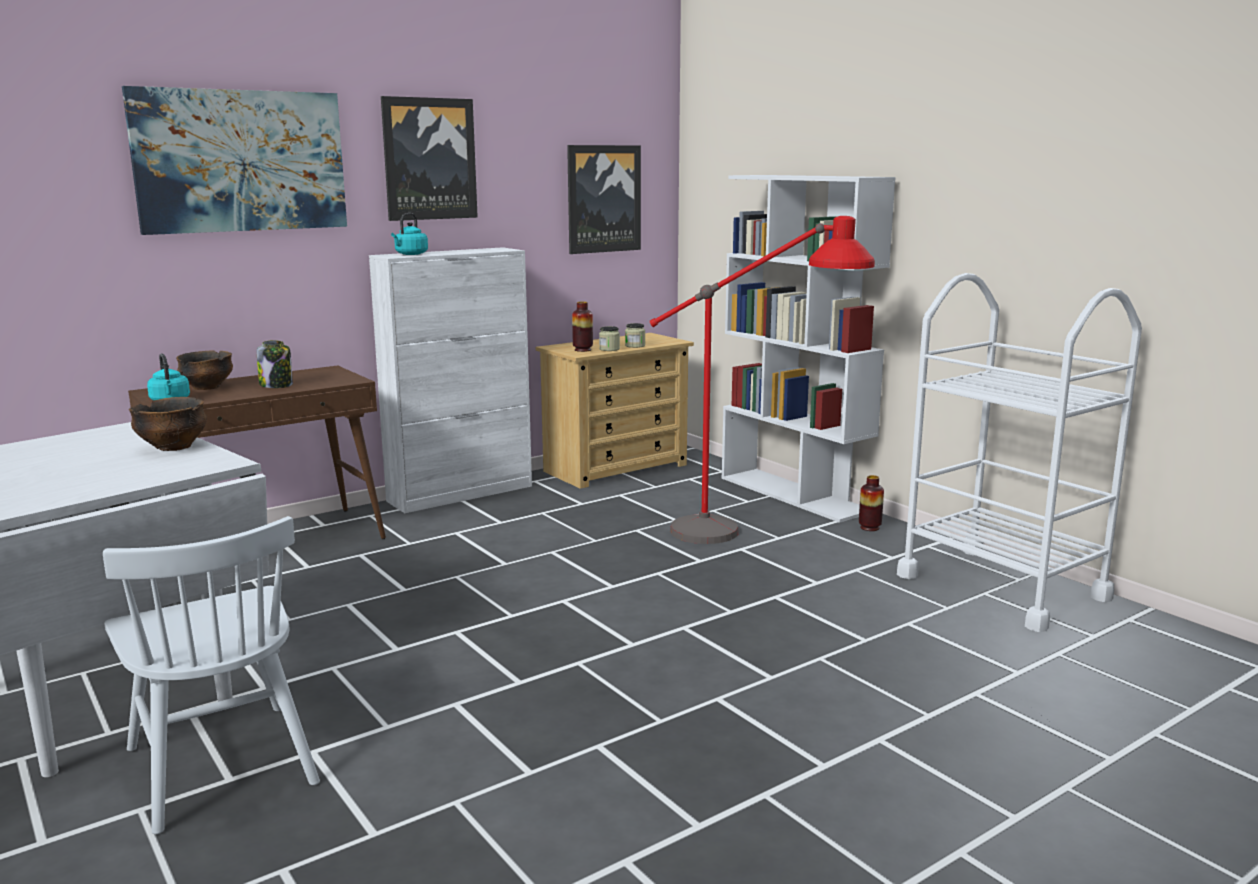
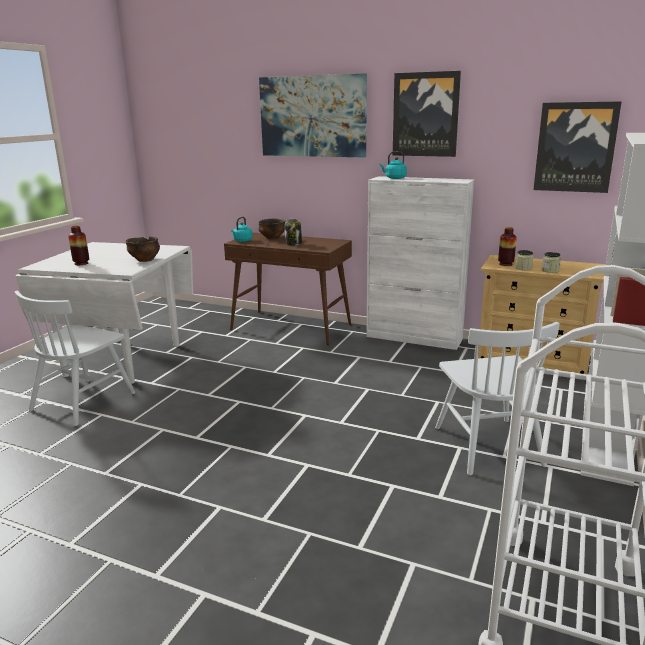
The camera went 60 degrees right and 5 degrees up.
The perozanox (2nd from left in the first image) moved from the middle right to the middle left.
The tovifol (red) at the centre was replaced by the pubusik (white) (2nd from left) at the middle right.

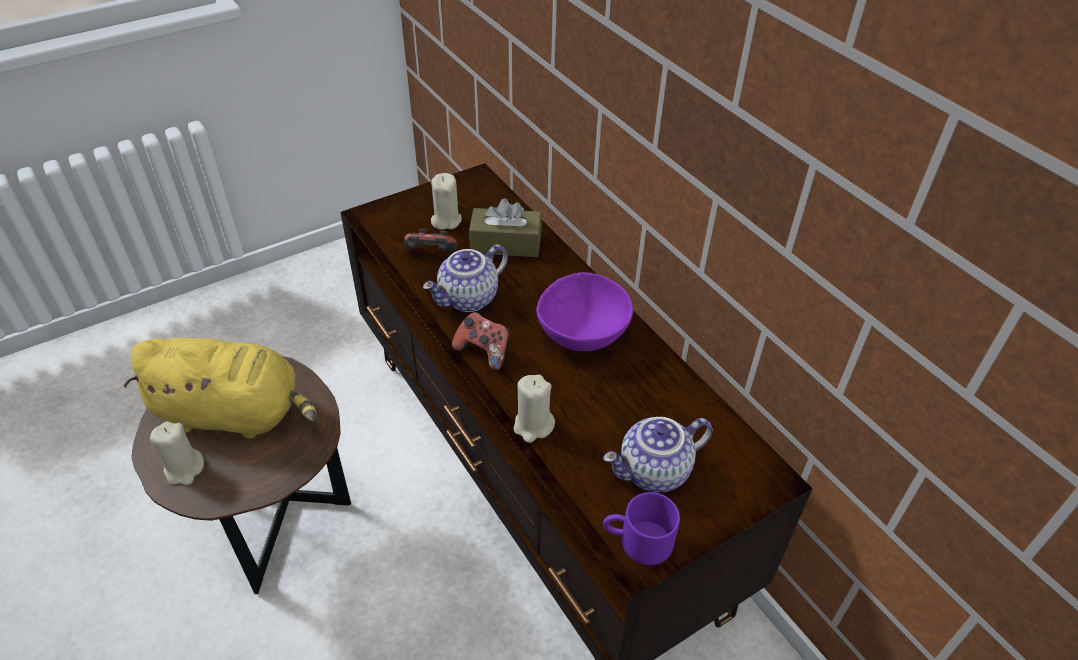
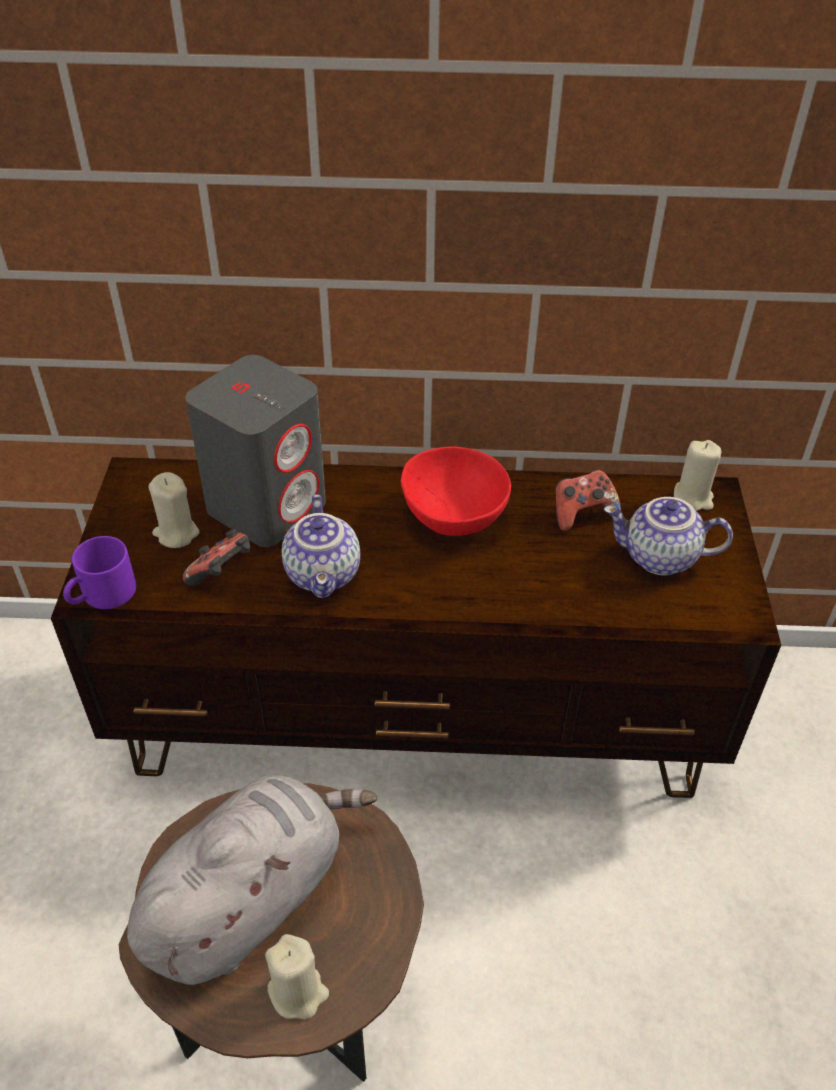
The camera went 55 degrees left and 0 degrees up.
The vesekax (2nd from left) moved from the centre to the middle right.
The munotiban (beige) (3rd from left) moved from the centre to the middle right.
The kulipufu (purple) moved from the bottom centre to the middle left.
The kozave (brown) at the centre was replaced by the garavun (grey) at the middle left.
The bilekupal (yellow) at the middle left became the bilekupal (grey) at the bottom left.
The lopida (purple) at the centre became the lopida (red) at the centre.
The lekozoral (2nd from left) at the bottom centre turned 90 degrees clockwise.

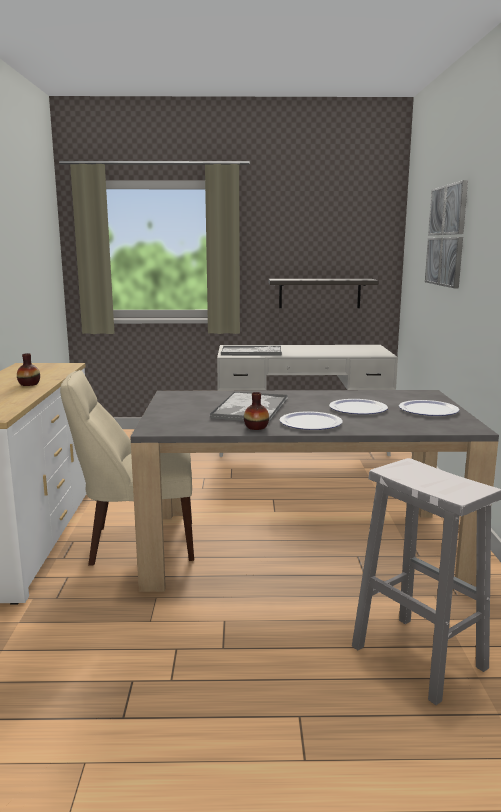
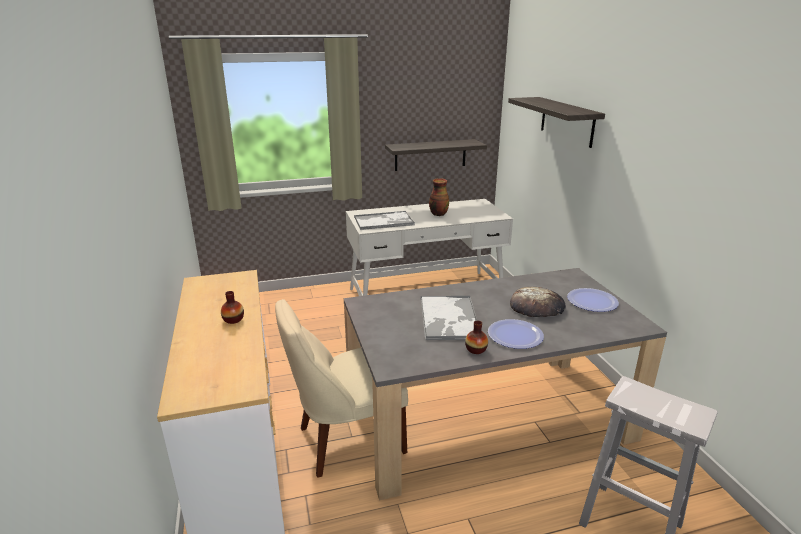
The camera went 15 degrees left and 10 degrees up.
The perozanox (2nd from left) at the centre appeared.
The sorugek (2nd from left) at the middle right was replaced by the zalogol at the middle right.
The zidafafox at the top right was replaced by the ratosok (2nd from left) at the top right.

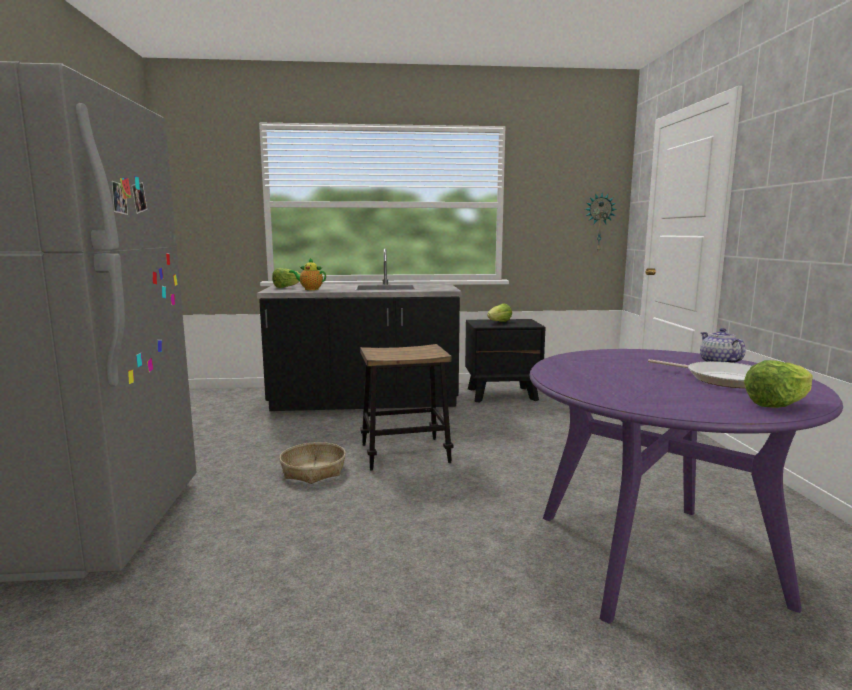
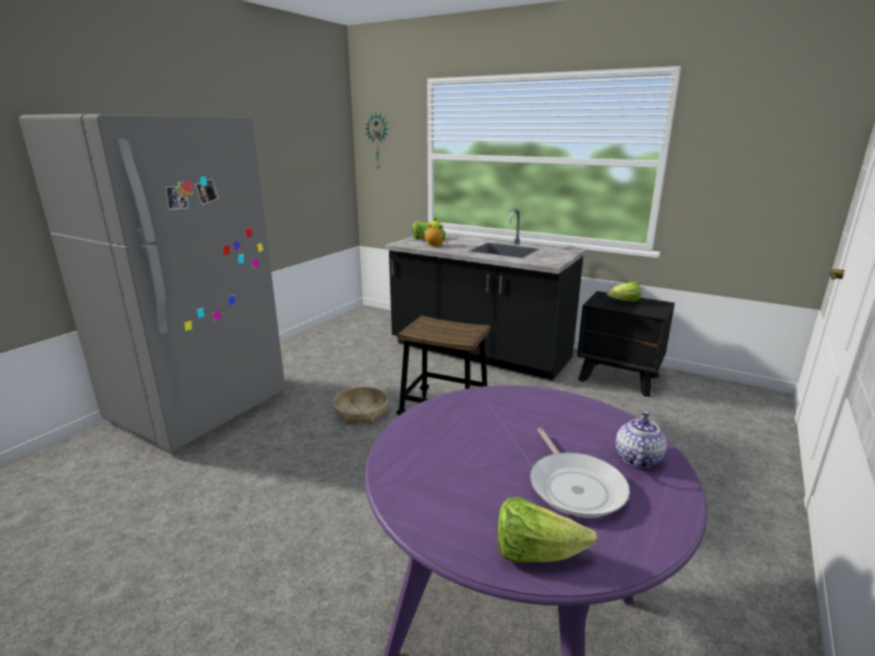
The camera went 35 degrees right and 10 degrees up.
The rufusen moved from the top right to the top centre.

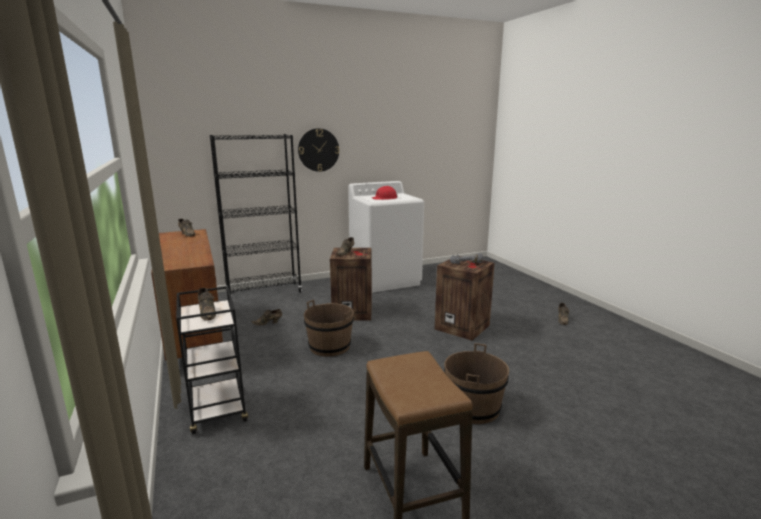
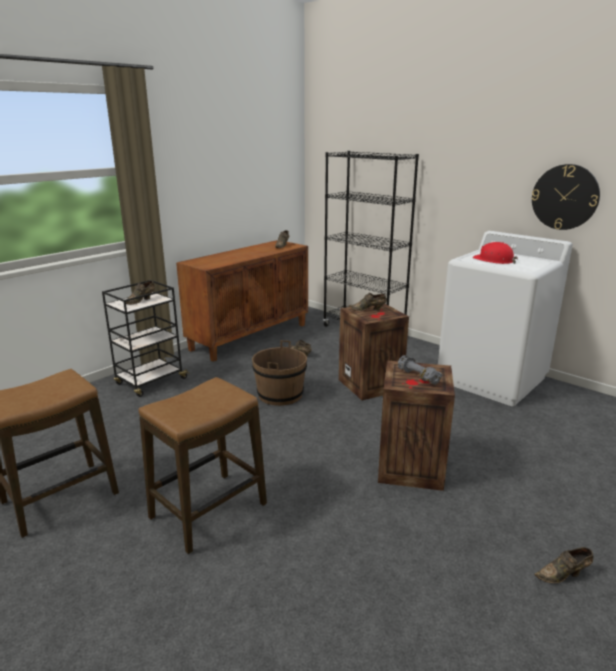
The camera went 65 degrees right and 5 degrees up.
The rufusen moved from the top centre to the top right.
The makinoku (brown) (2nd from left) at the bottom centre was replaced by the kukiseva (2nd from left) at the bottom left.

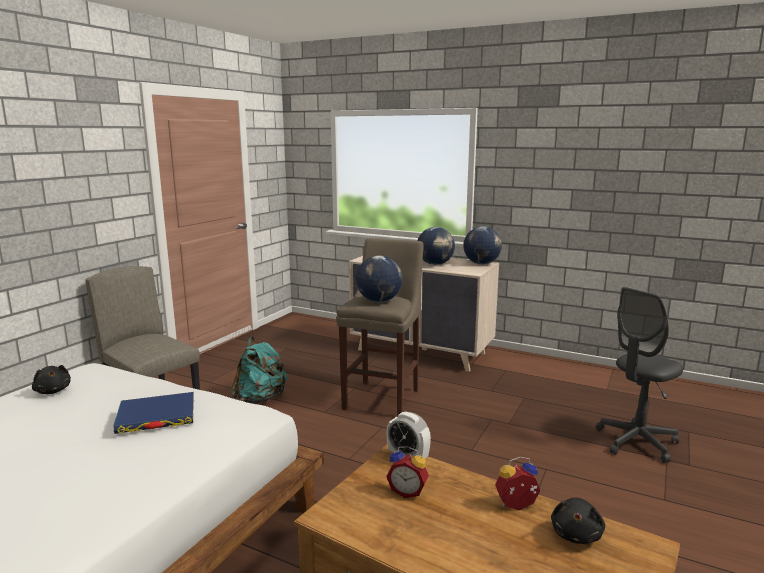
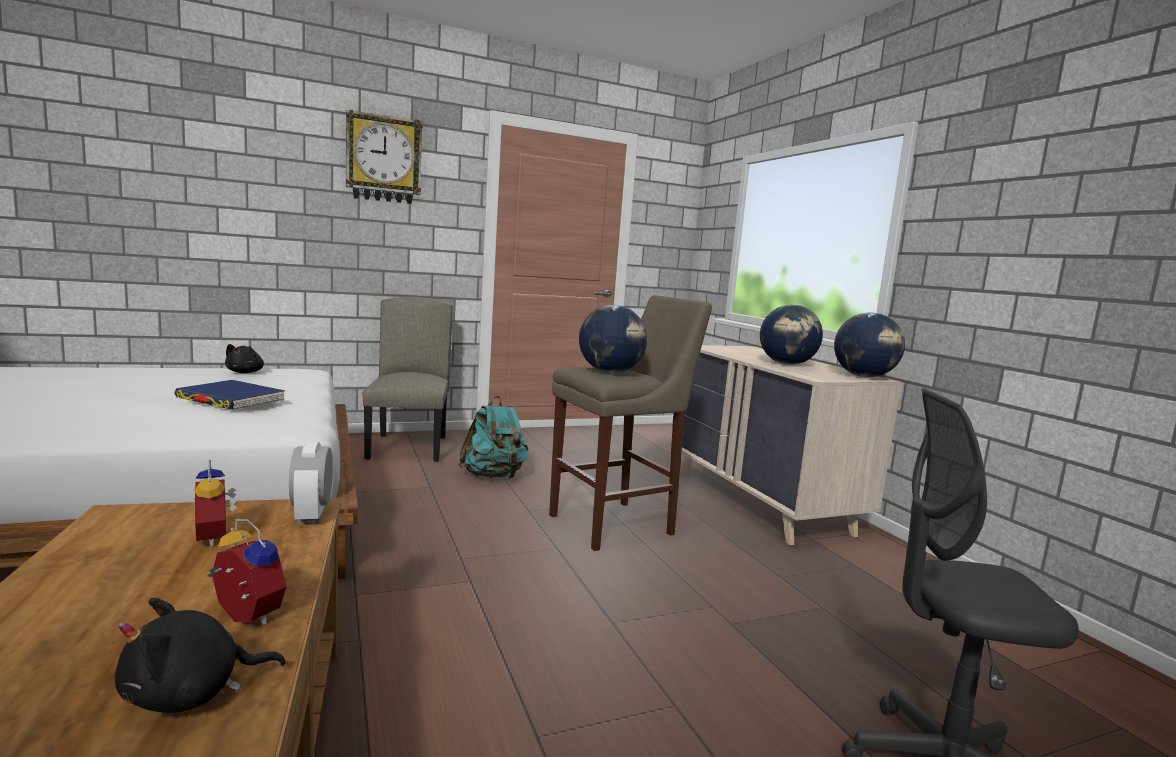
The camera went 40 degrees right and 5 degrees down.
The rufusen at the top left appeared.

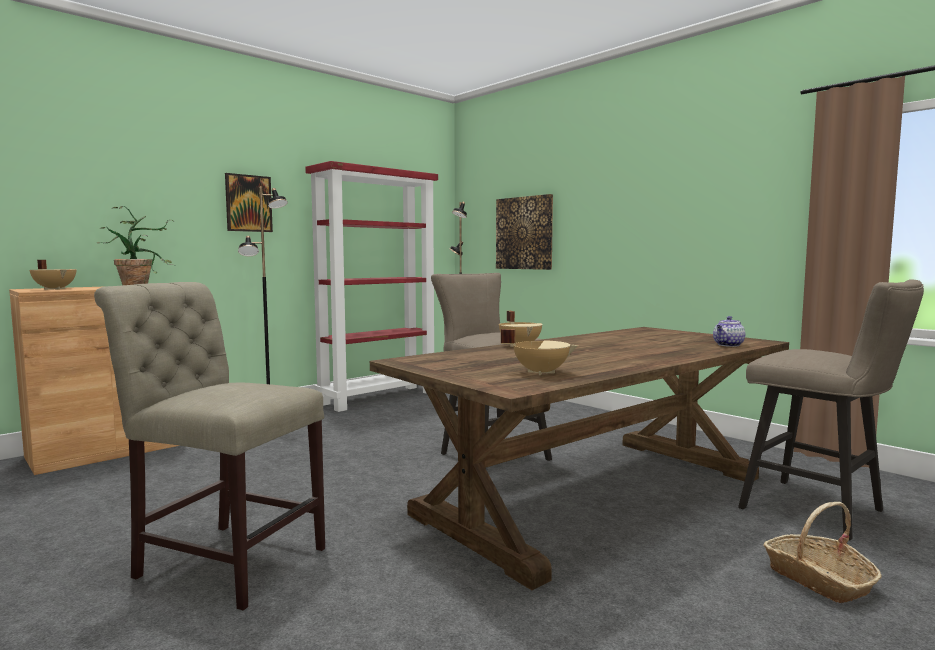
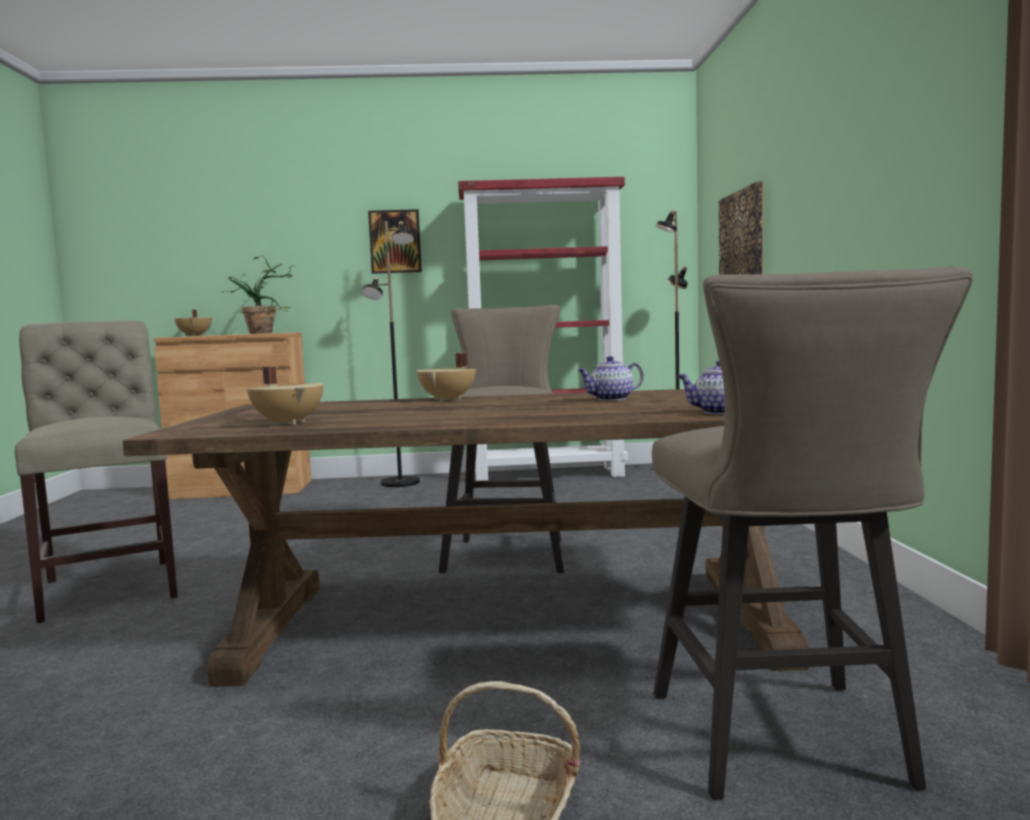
The camera went 40 degrees right and 0 degrees up.
The lekozoral (1st from left) at the centre appeared.

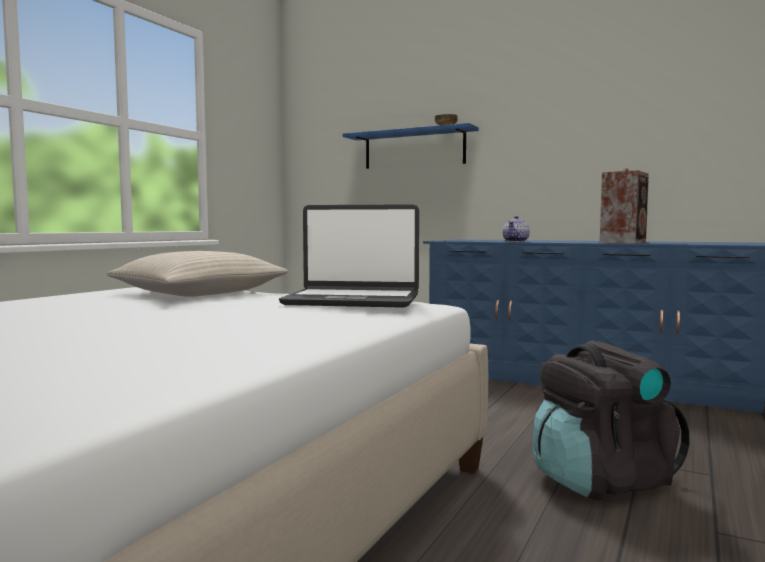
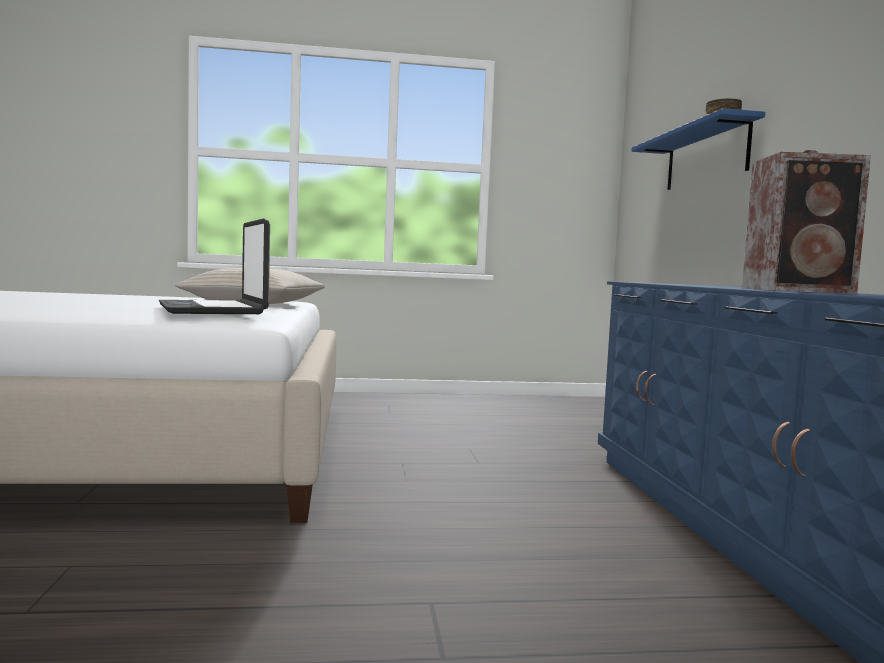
The camera went 55 degrees right and 0 degrees up.
The lekozoral at the middle right disappeared.
The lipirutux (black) at the bottom right disappeared.

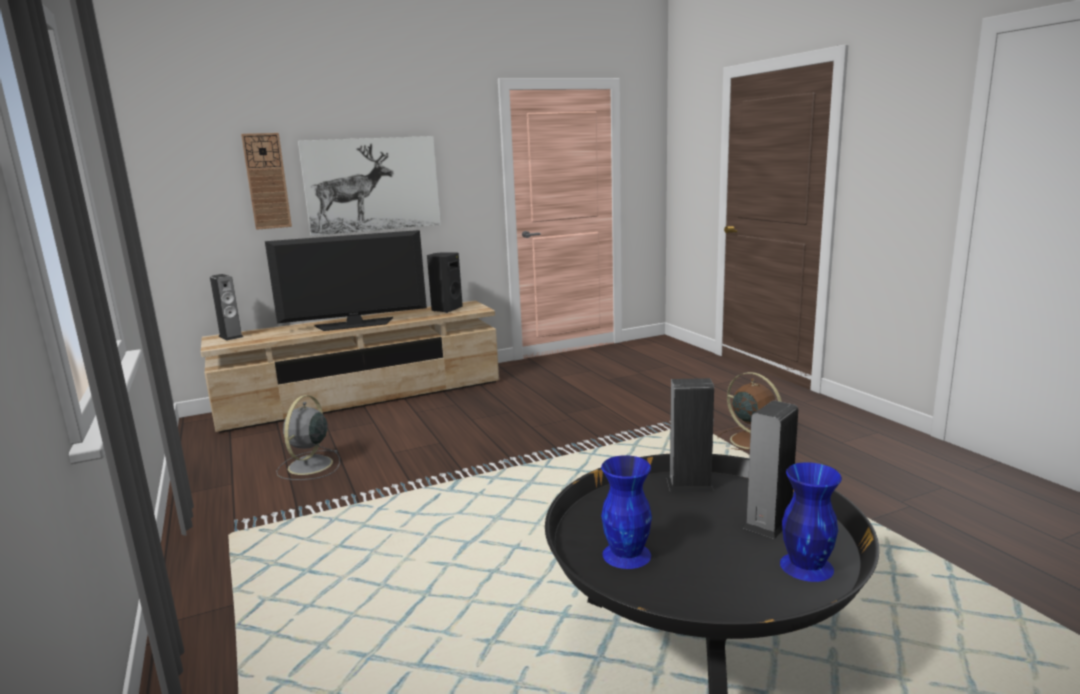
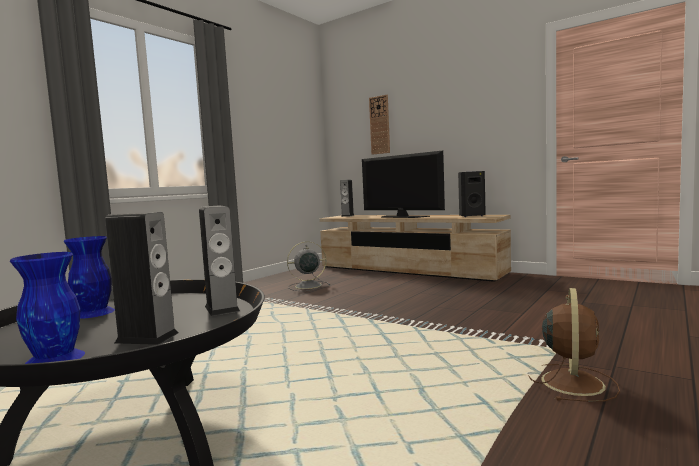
The camera went 60 degrees right and 10 degrees down.
The zidafafox at the top centre disappeared.

